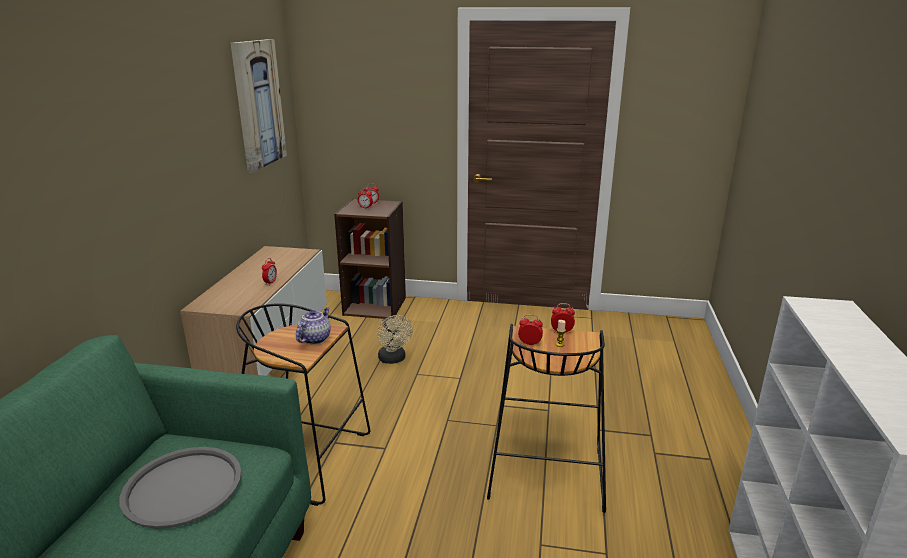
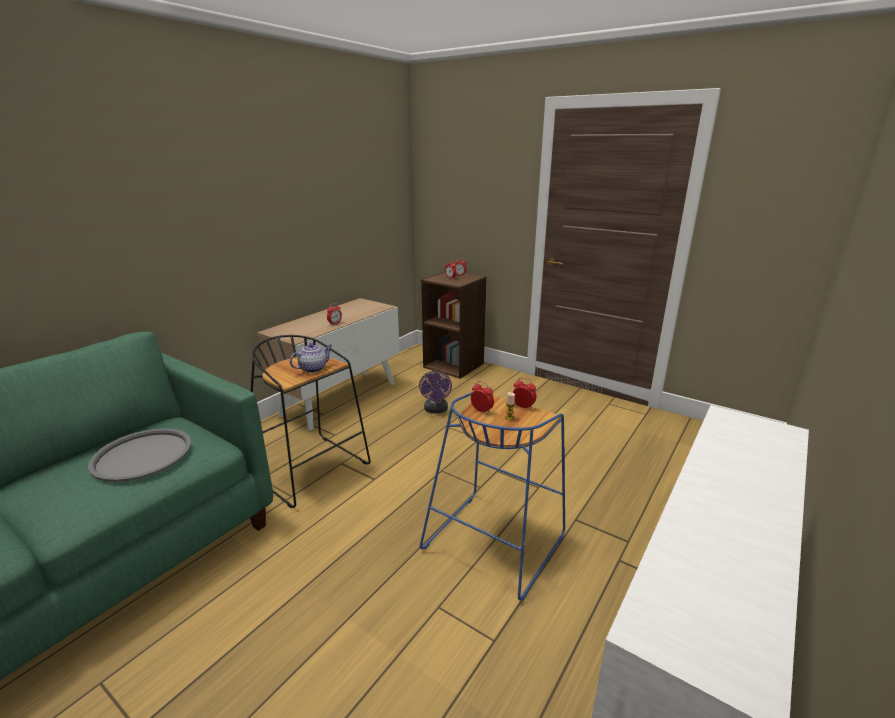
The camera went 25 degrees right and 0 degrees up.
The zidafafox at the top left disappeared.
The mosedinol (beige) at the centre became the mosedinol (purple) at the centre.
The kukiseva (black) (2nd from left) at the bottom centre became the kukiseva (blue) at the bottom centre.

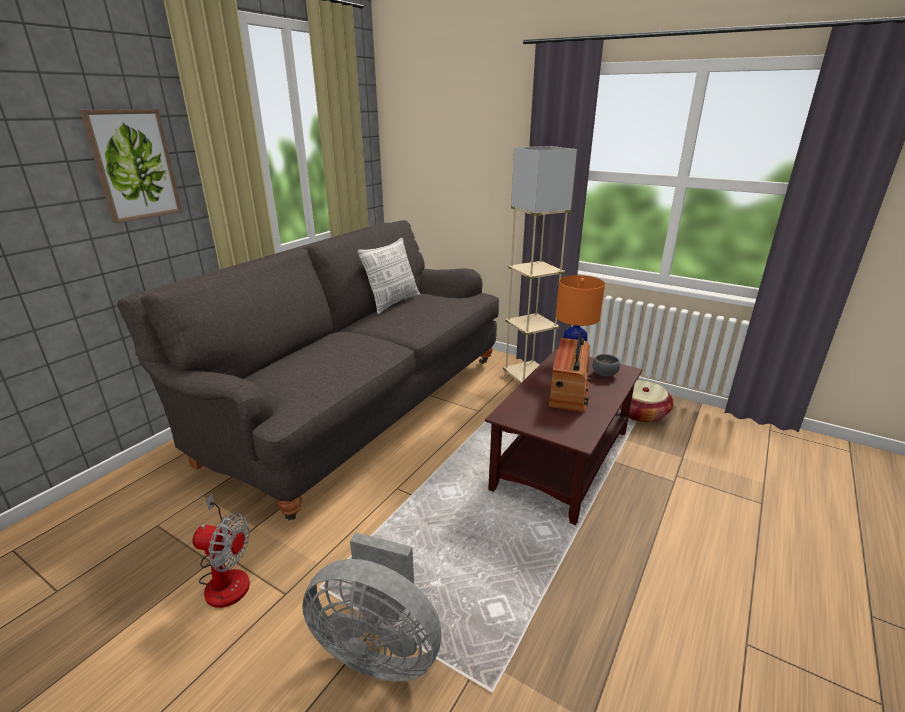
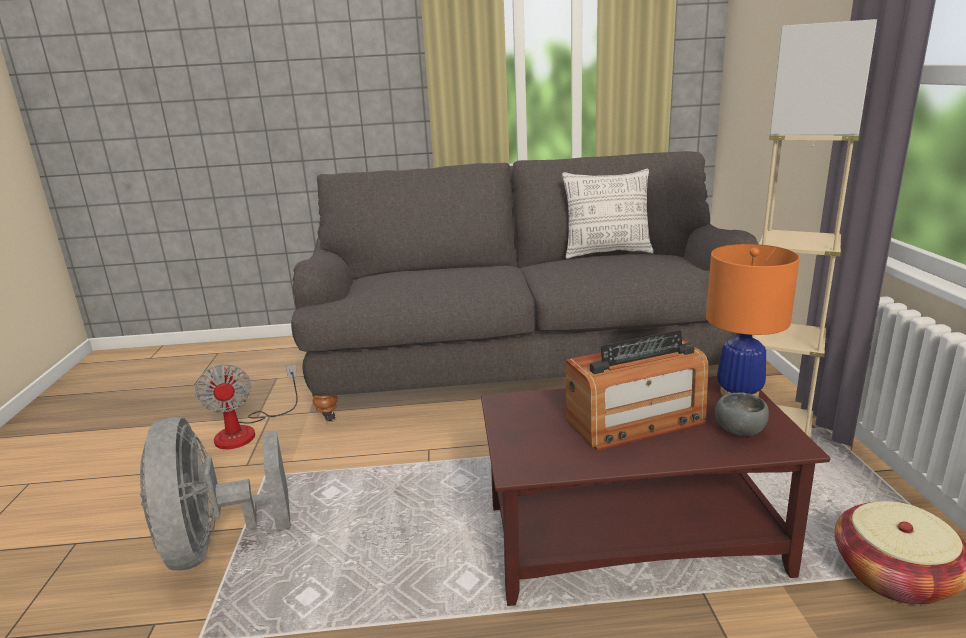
The camera went 55 degrees right and 5 degrees down.
The zidafafox at the top left disappeared.

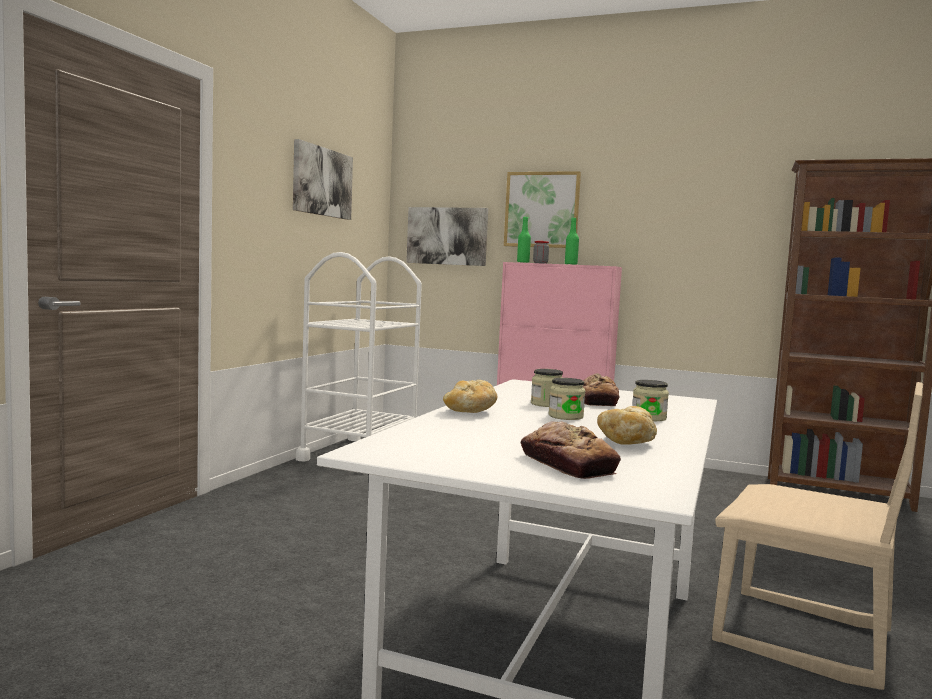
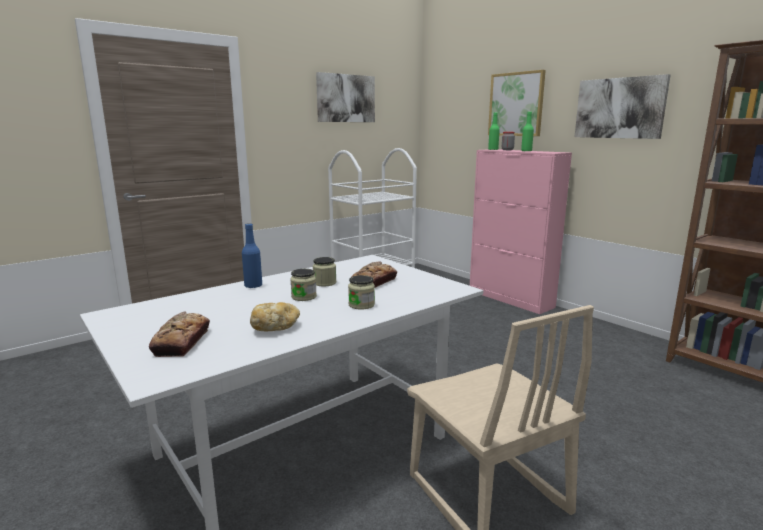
The camera went 30 degrees right and 10 degrees up.
The zidafafox (2nd from left in the first image) moved from the centre to the top right.
The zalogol (1st from left) at the centre was replaced by the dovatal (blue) at the middle left.

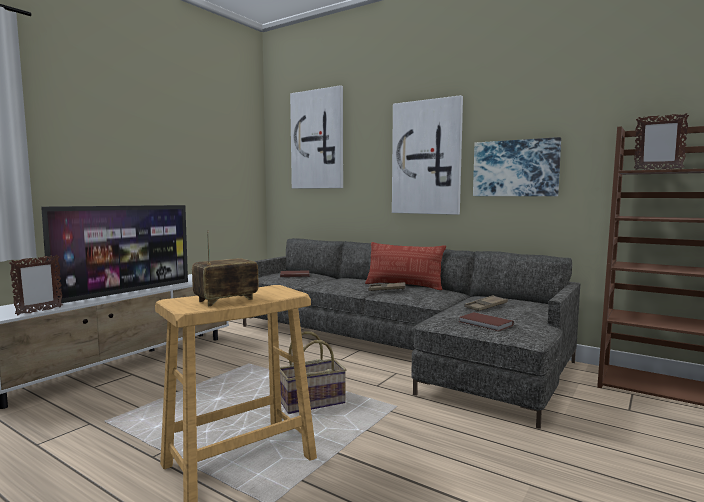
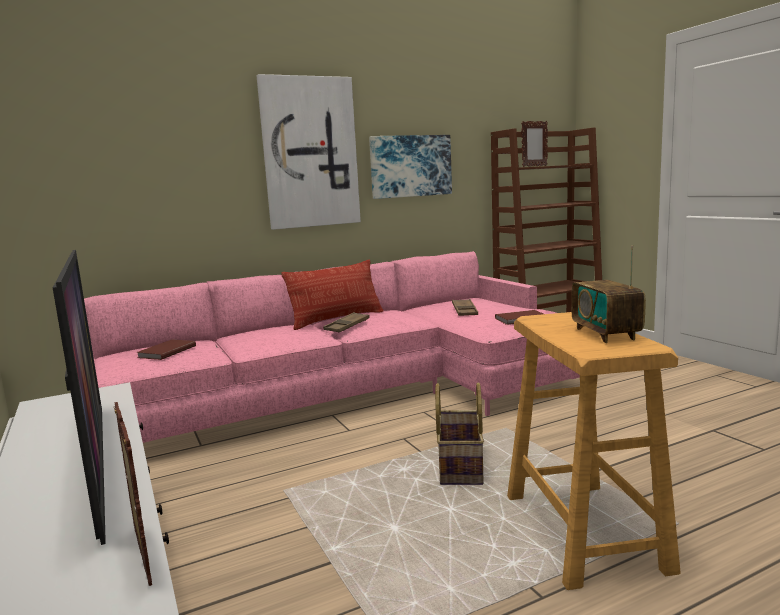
The camera went 60 degrees left and 5 degrees up.
The zidafafox (1st from left) at the top centre disappeared.
The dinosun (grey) at the centre became the dinosun (pink) at the centre.

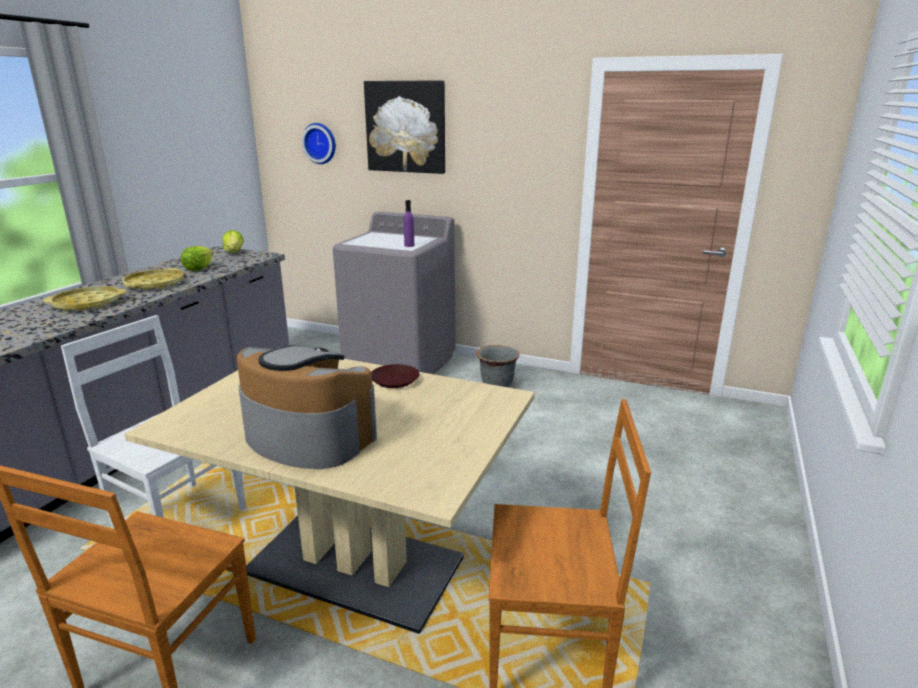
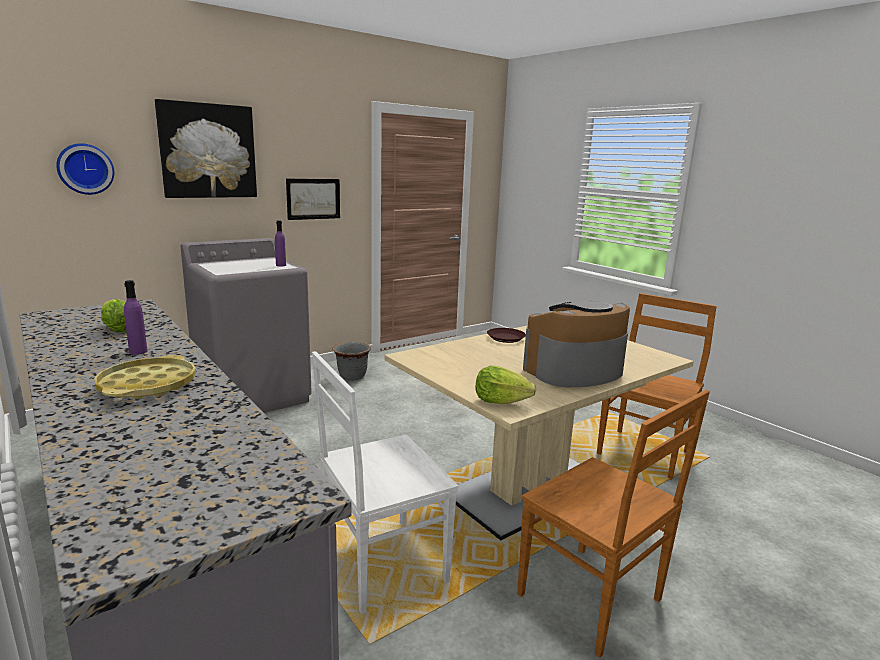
The camera went 60 degrees left and 5 degrees down.
The zidafafox (2nd from left) at the top centre appeared.
The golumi (2nd from left) moved from the middle left to the centre.
The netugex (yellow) (2nd from left) at the middle left was replaced by the dovatal (purple) (1st from left) at the middle left.

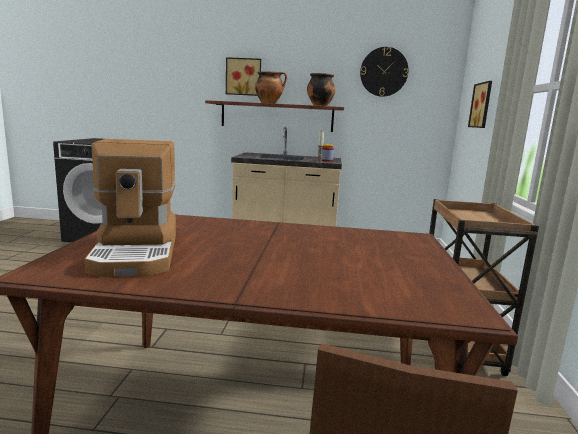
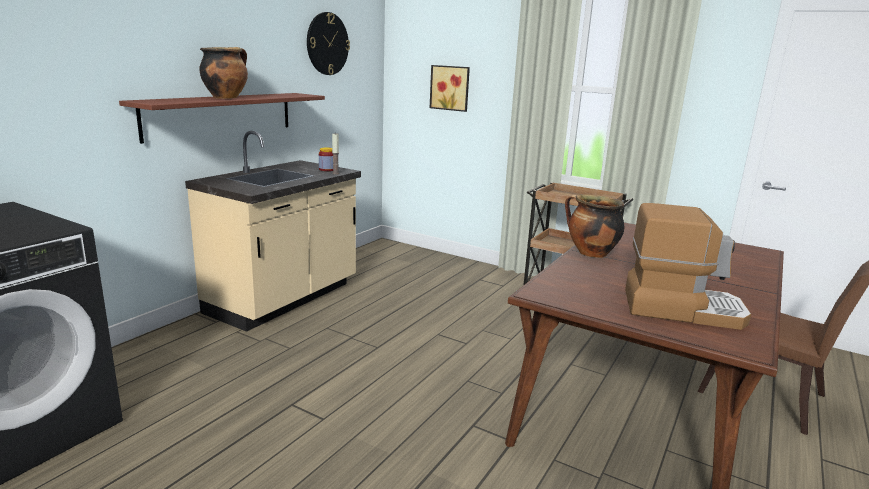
The camera went 65 degrees left and 5 degrees up.
The zidafafox (1st from left) at the top centre disappeared.
The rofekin (2nd from left) moved from the top centre to the middle right.

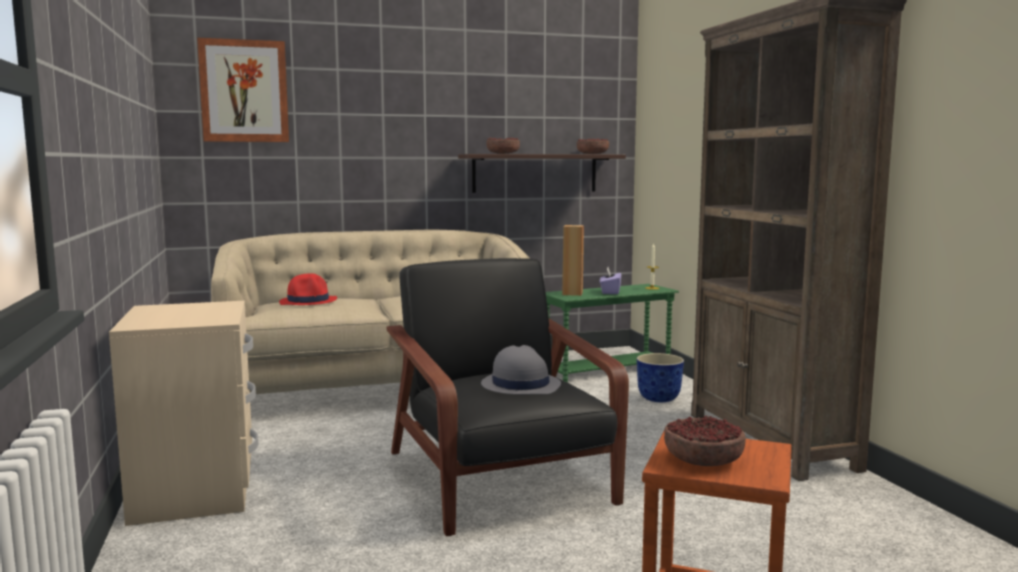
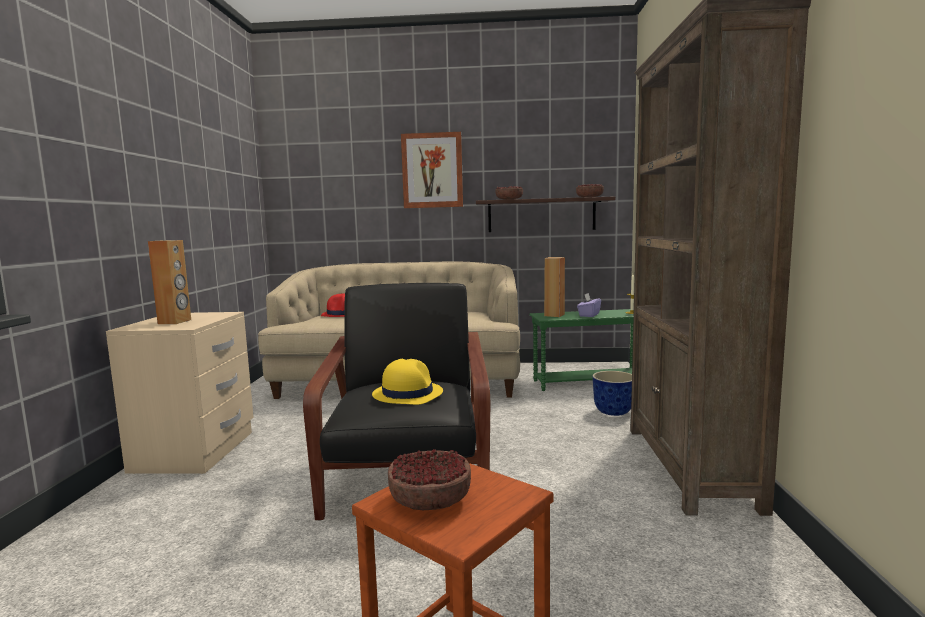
The camera went 20 degrees right and 0 degrees up.
The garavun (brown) (1st from left) at the middle left appeared.
The zidafafox moved from the top left to the top centre.
The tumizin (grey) at the centre became the tumizin (yellow) at the centre.

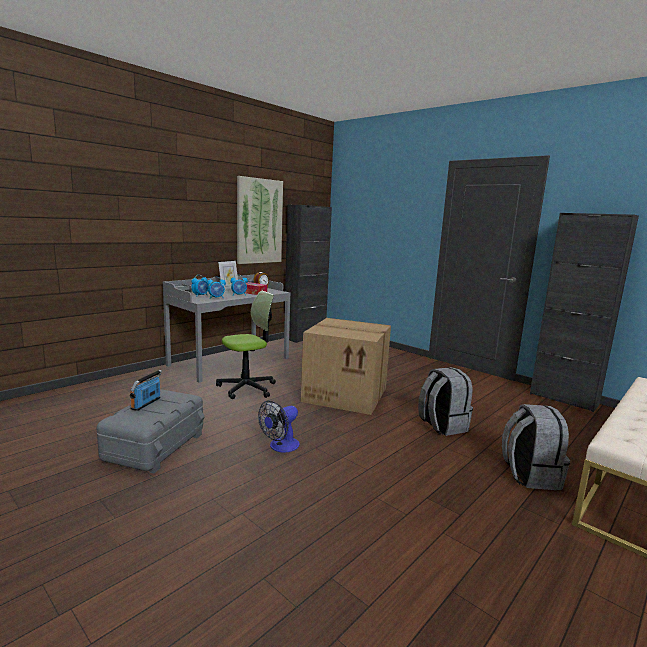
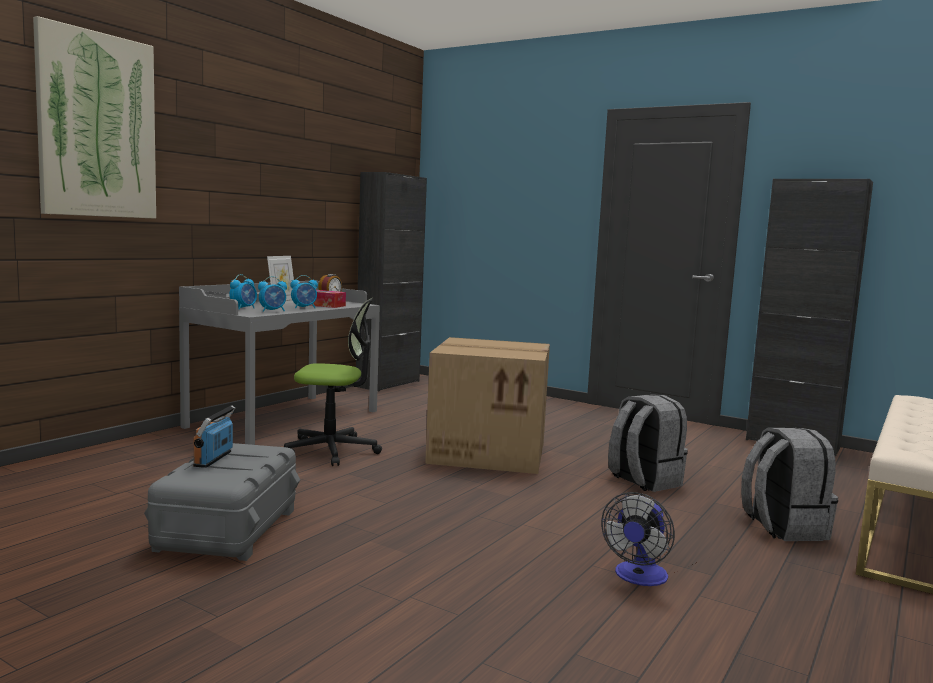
The camera went 10 degrees left and 5 degrees down.
The zidafafox moved from the centre to the top left.
The mosedinol moved from the centre to the bottom right.
The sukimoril at the centre turned 45 degrees clockwise.

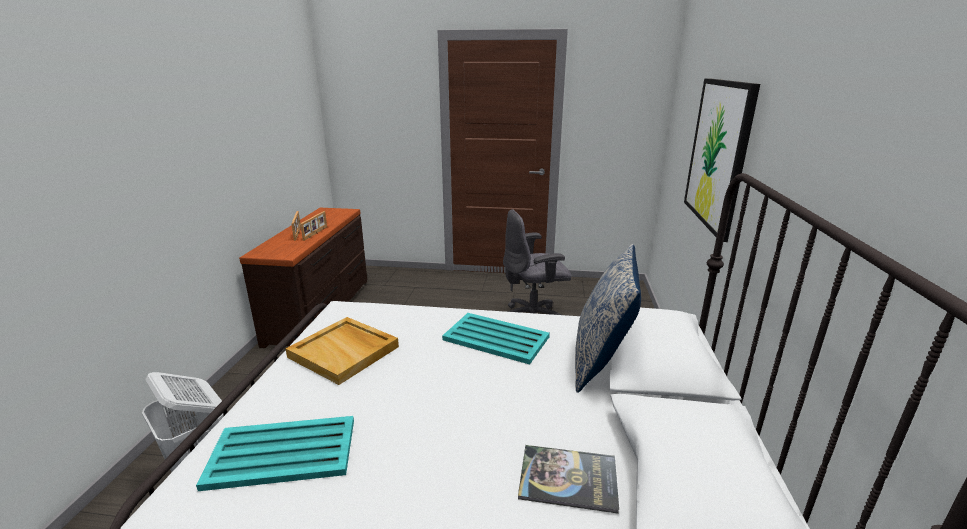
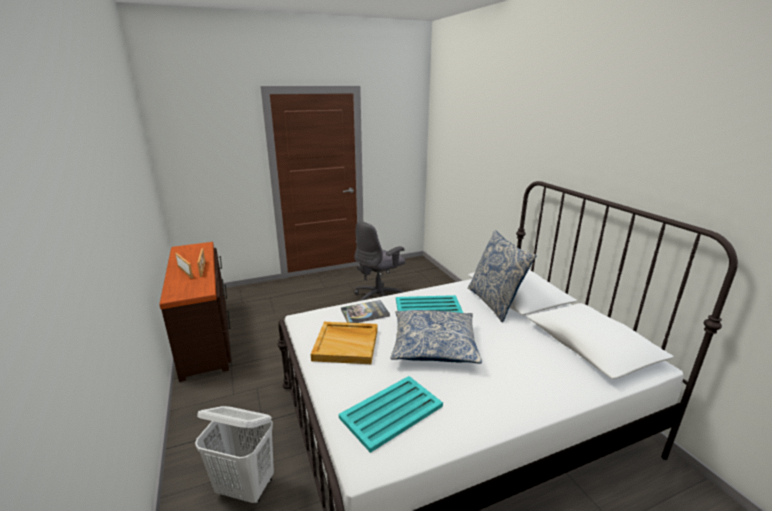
The camera went 30 degrees left and 0 degrees up.
The zidafafox at the top right disappeared.
The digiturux (1st from left) at the centre appeared.
The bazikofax moved from the bottom centre to the centre.

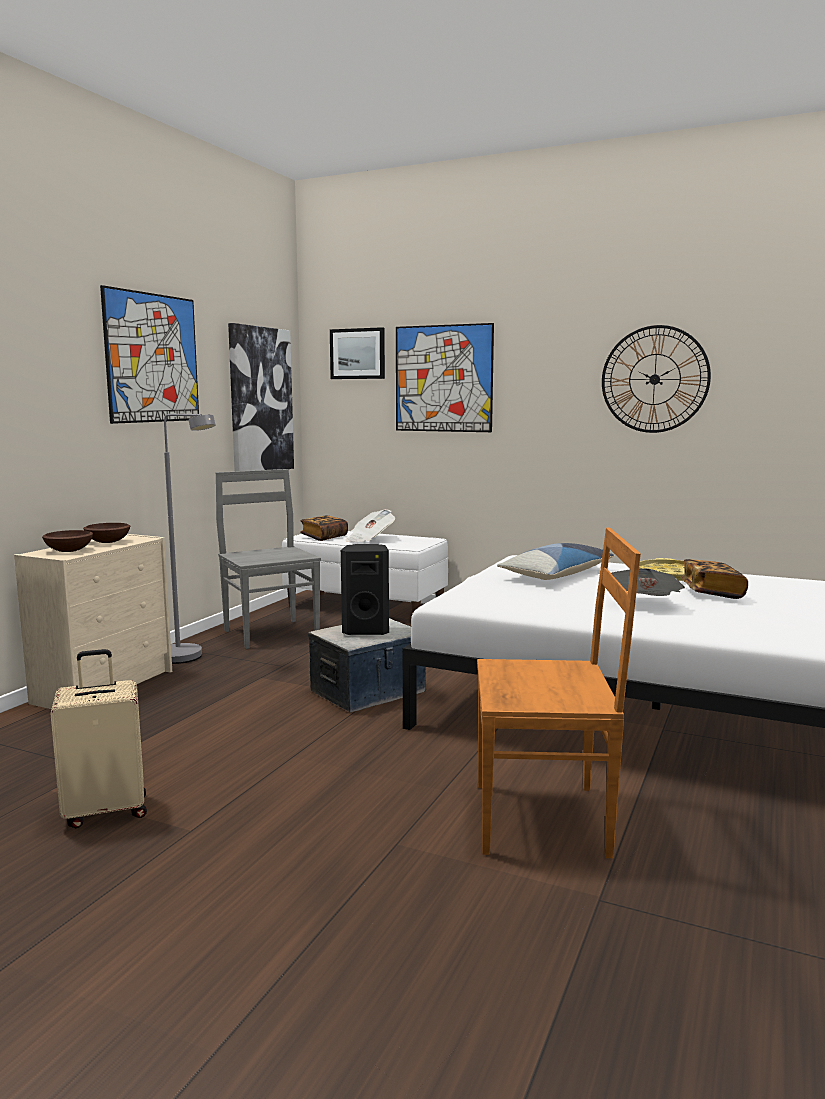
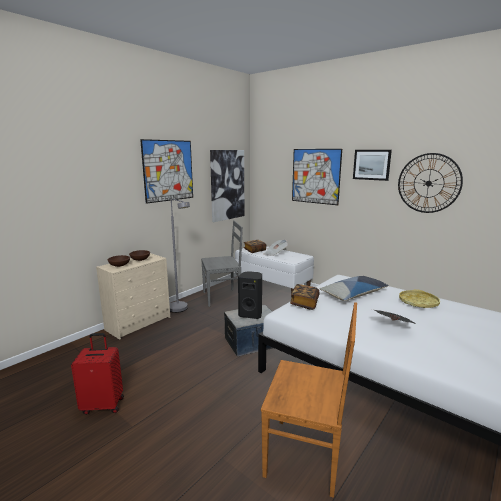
The camera went 15 degrees right and 5 degrees up.
The zidafafox (3rd from left in the first image) moved from the top centre to the top right.
The bazikofax (2nd from left) moved from the middle right to the centre.
The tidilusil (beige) at the bottom left became the tidilusil (red) at the bottom left.
The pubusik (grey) at the middle left turned 90 degrees clockwise.

